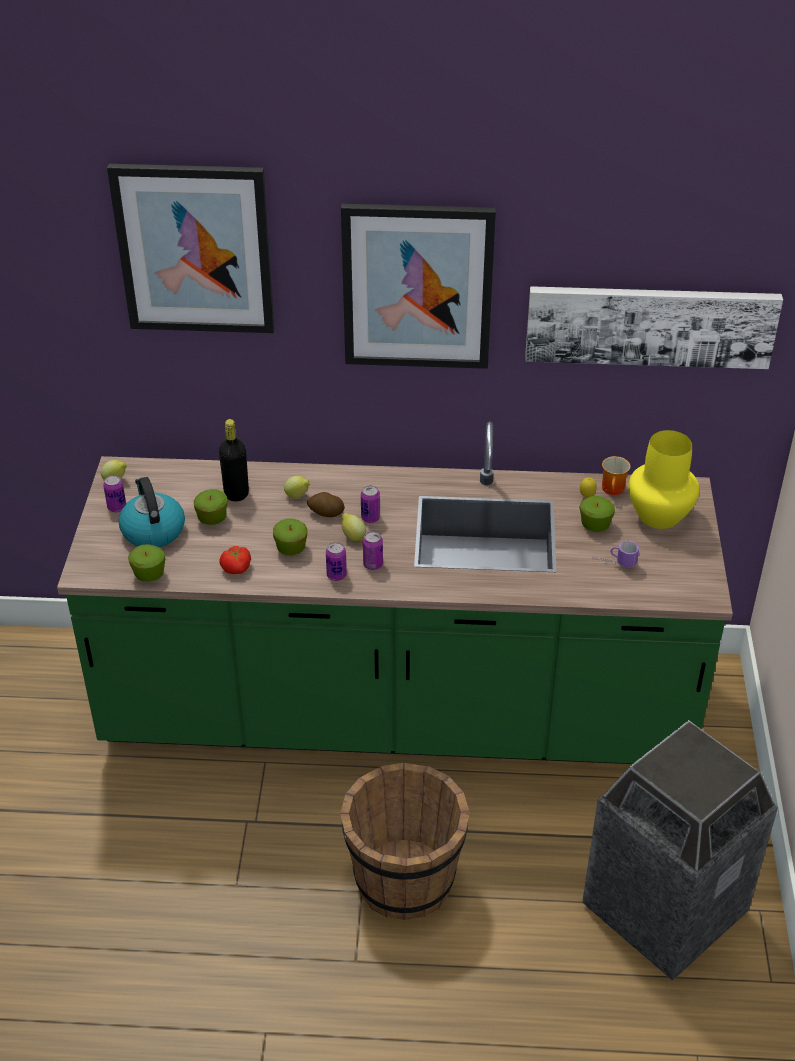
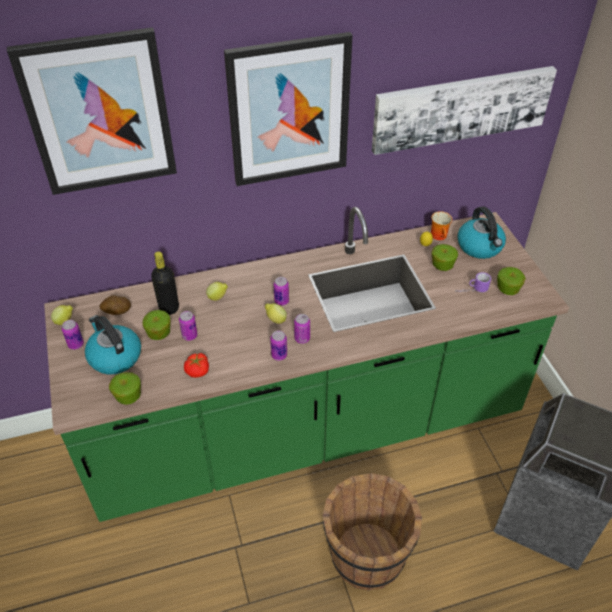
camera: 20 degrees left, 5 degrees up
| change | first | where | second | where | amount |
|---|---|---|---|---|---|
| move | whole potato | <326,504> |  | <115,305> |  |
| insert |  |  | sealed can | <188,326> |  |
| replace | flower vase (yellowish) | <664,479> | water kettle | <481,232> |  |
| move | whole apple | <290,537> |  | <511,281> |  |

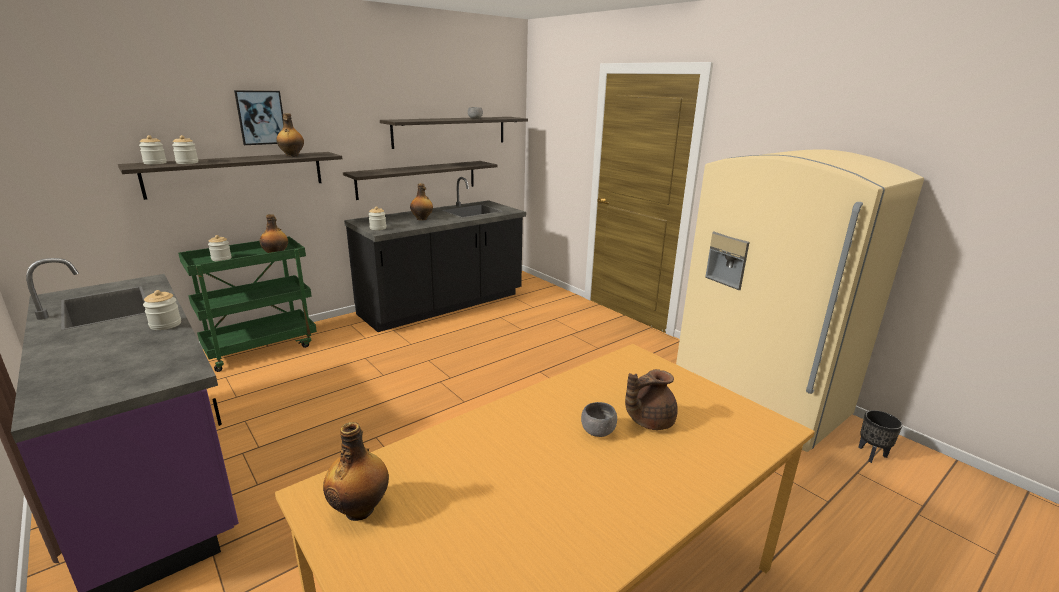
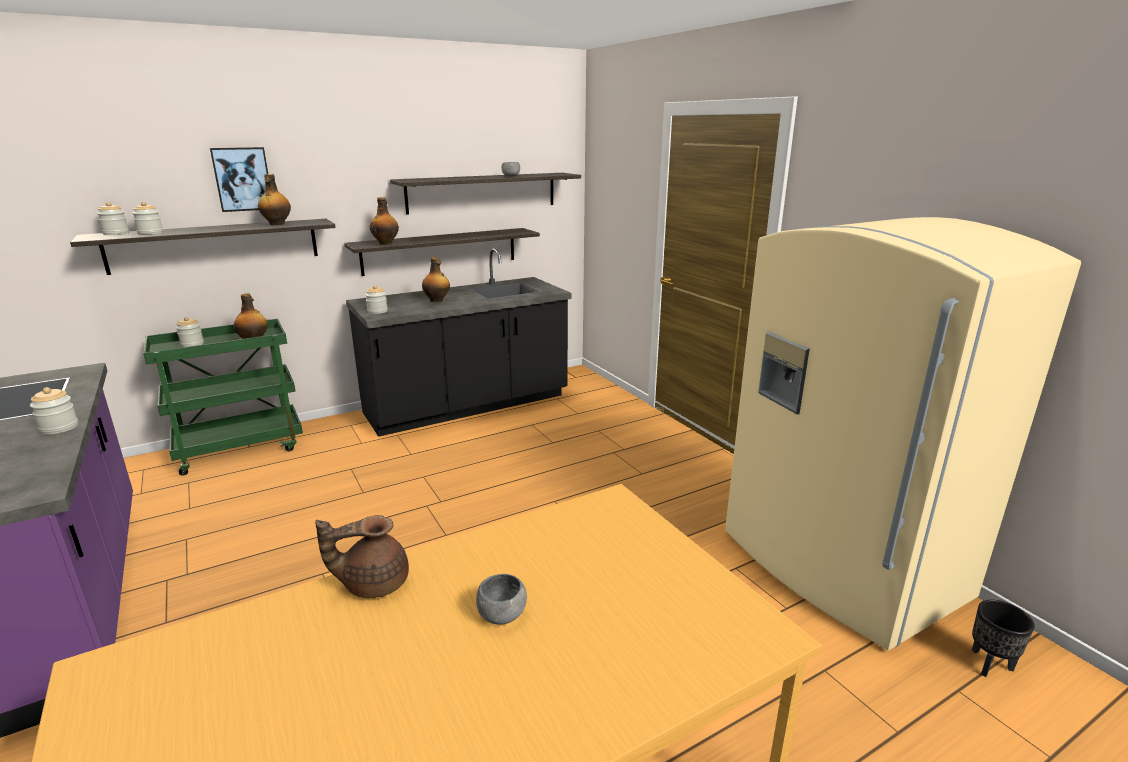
camera: 10 degrees right, 0 degrees up
| change | first | where | second | where | amount |
|---|---|---|---|---|---|
| move | pot for tea (brownish) | <651,399> |  | <362,556> |  |
| move | drink bottle | <356,471> |  | <384,221> |  |

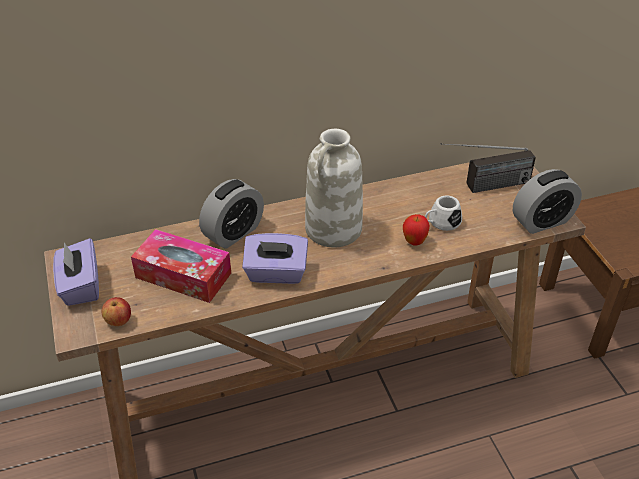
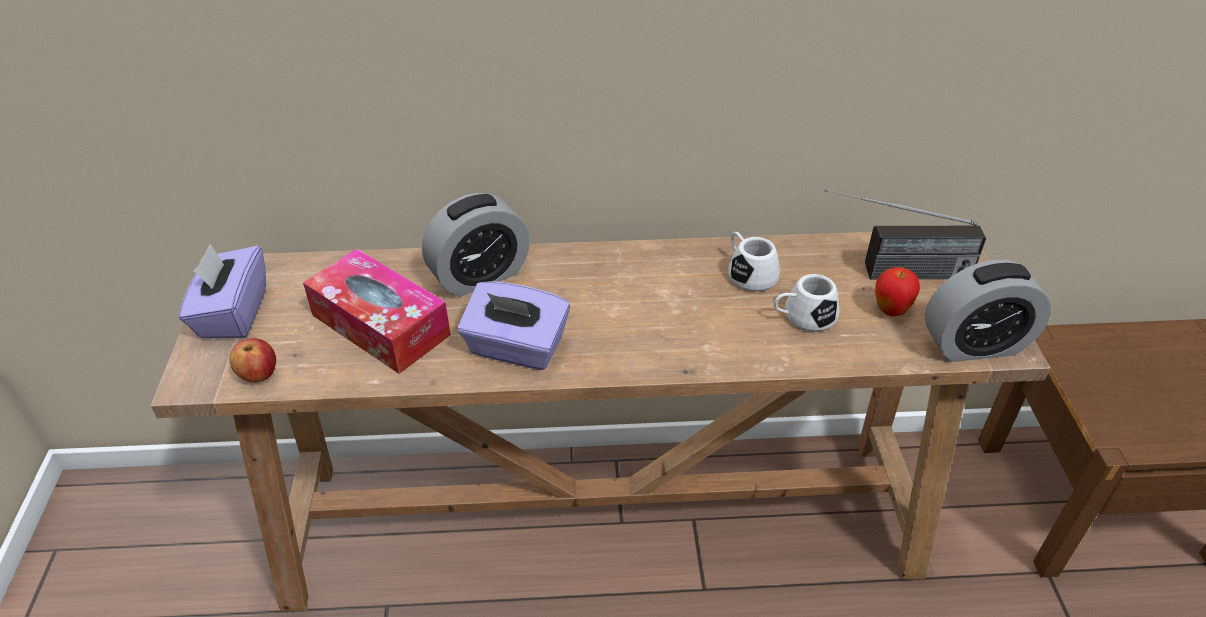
camera: 15 degrees right, 0 degrees up
| change | first | where | second | where | amount |
|---|---|---|---|---|---|
| insert |  |  | mug (white) | <754,262> |  |
| move | whole apple | <416,230> |  | <897,291> |  |
| delete | flower vase (white) | <334,188> |  |  |  |

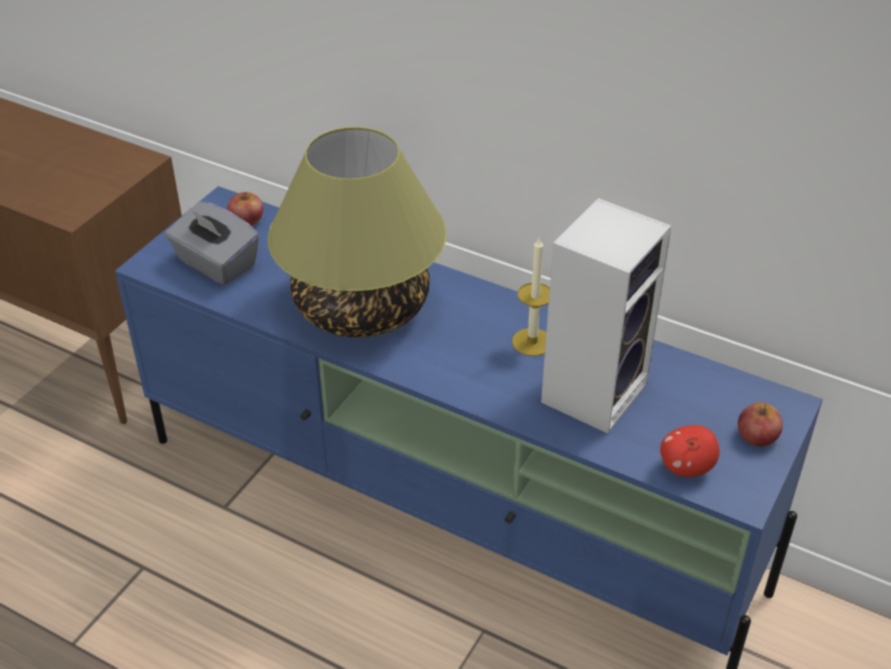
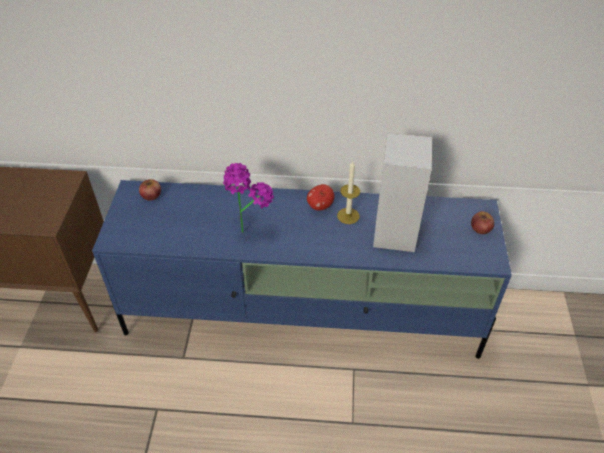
camera: 25 degrees left, 5 degrees up
| change | first | where | second | where | amount |
|---|---|---|---|---|---|
| replace | tabletop lamp | <357,232> | plant in a pot | <248,198> |  |
| move | whole apple | <690,451> |  | <320,197> |  |
| delete | tissue holder (greyish) | <212,243> |  |  |  |

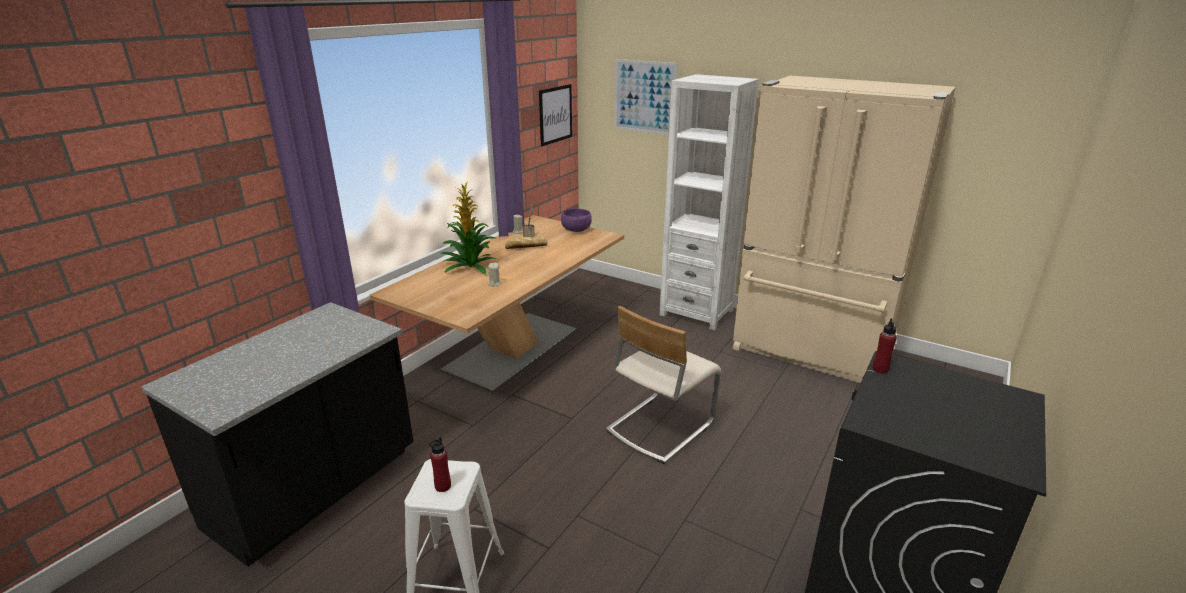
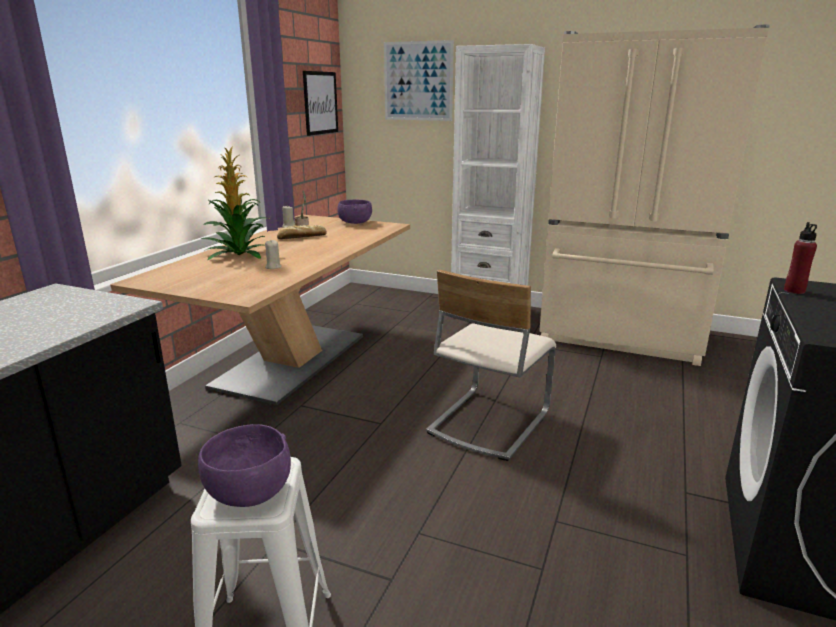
camera: 10 degrees left, 5 degrees down
| change | first | where | second | where | amount |
|---|---|---|---|---|---|
| replace | drink bottle (red) | <440,464> | bowl (purplish) | <244,465> |  |

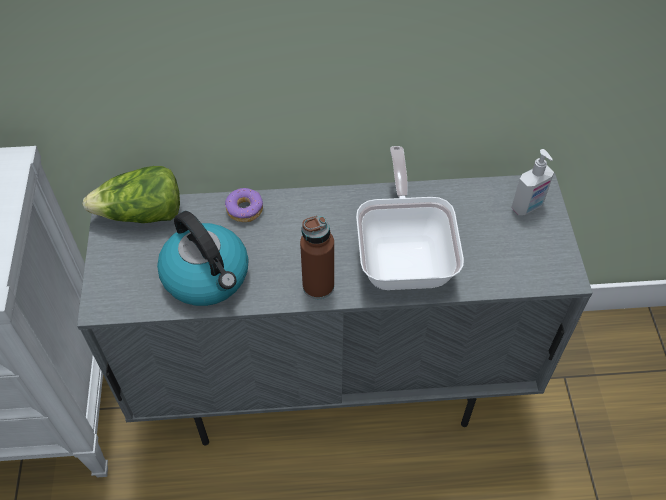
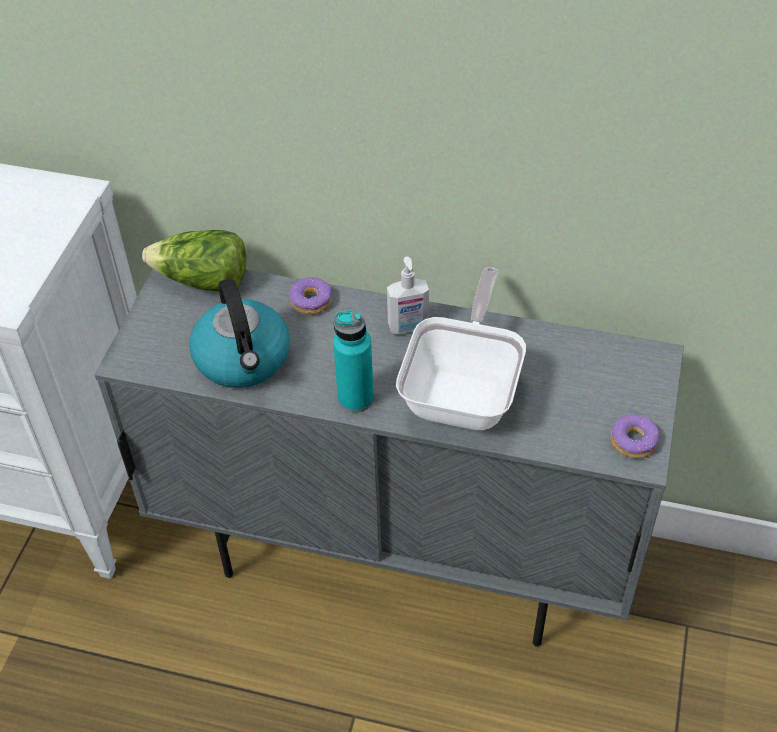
camera: 20 degrees right, 5 degrees down
| change | first | where | second | where | amount |
|---|---|---|---|---|---|
| recolor | drink bottle (brownish) | <317,257> | drink bottle (turquoise) | <353,361> |  |
| move | liquid soap bottle | <532,182> |  | <408,295> |  |
| insert |  |  | donut | <635,436> |  |

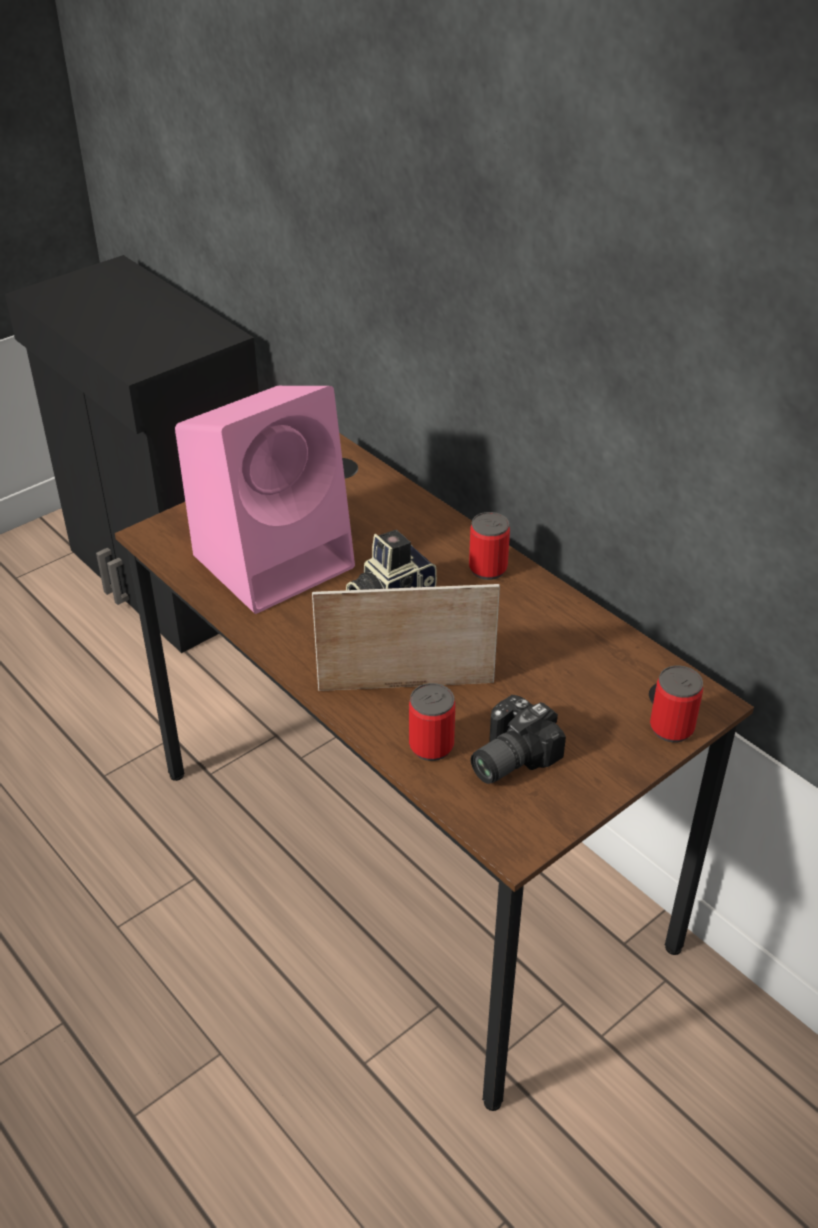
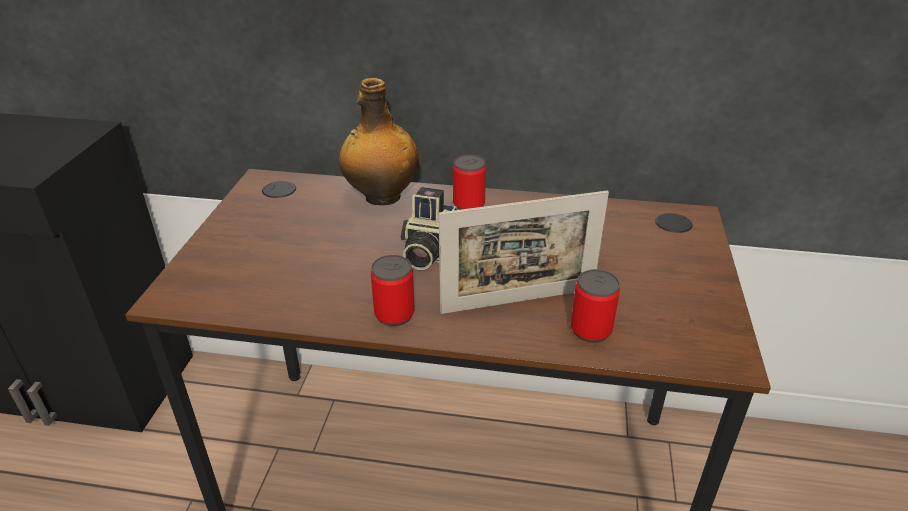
camera: 40 degrees left, 5 degrees down
| change | first | where | second | where | amount |
|---|---|---|---|---|---|
| insert |  |  | drink bottle | <379,142> |  |
| move | sealed can | <676,704> |  | <393,290> |  |
| rotate | standing frame | <406,637> |  | <524,252> | 150 degrees counterclockwise |
| delete | audio speaker (pink-coloured) | <265,500> |  |  |  |
| delete | still camera | <518,739> |  |  |  |

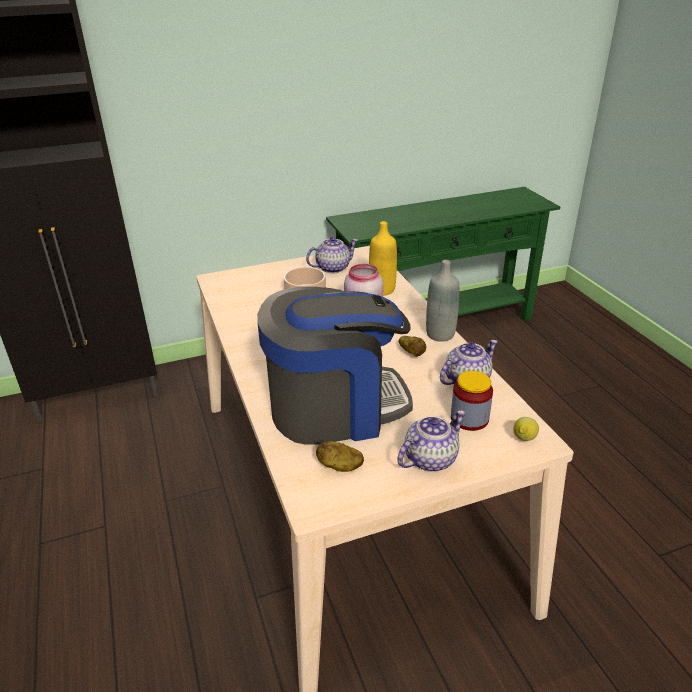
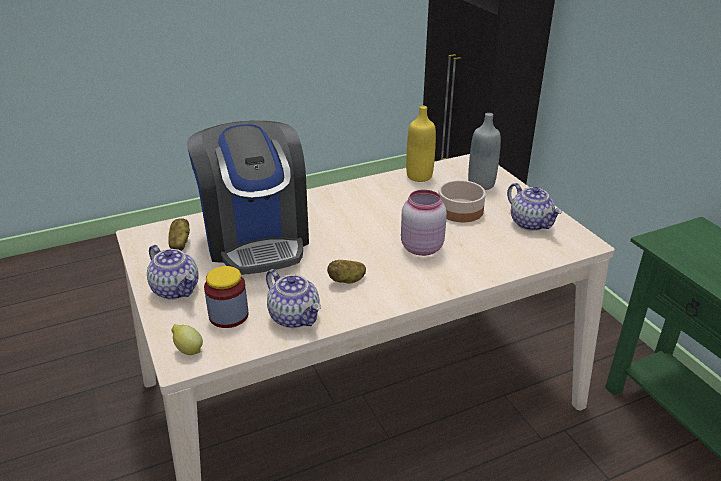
camera: 85 degrees right, 0 degrees up
| change | first | where | second | where | amount |
|---|---|---|---|---|---|
| move | drink bottle (yellowish) | <383,258> |  | <421,144> |  |
| move | drink bottle (greyish) | <443,301> |  | <484,151> |  |

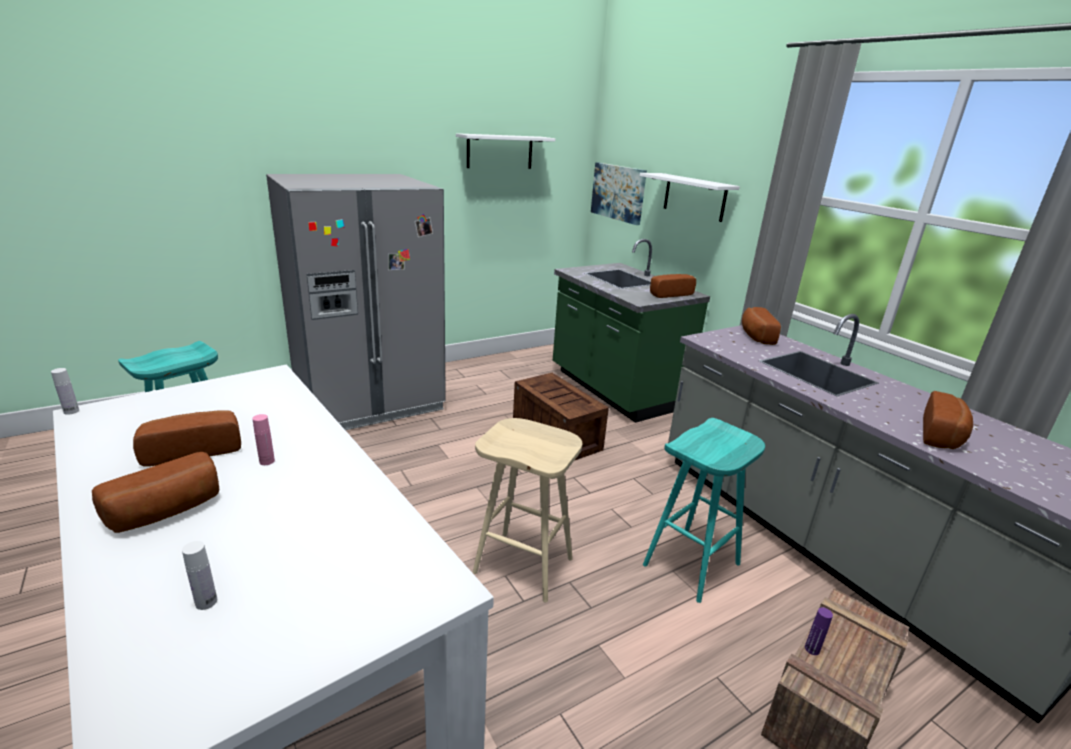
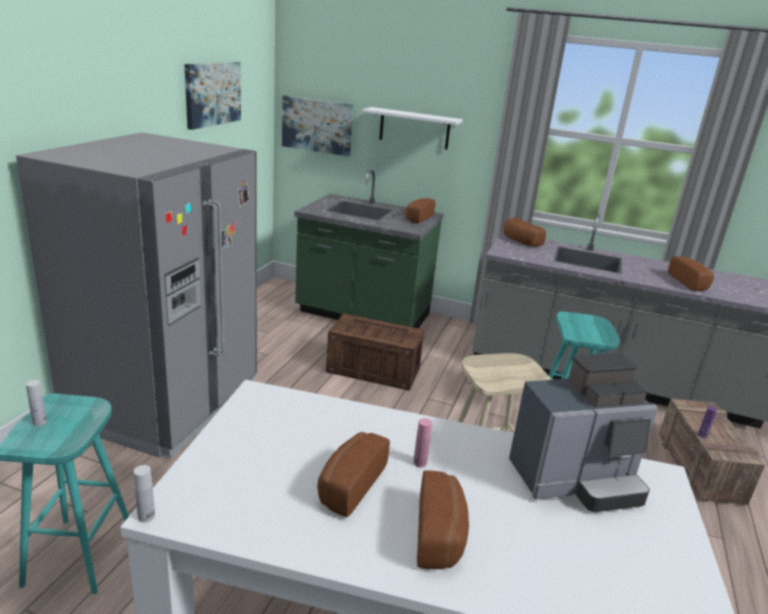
camera: 40 degrees left, 0 degrees up
| change | first | where | second | where | amount |
|---|---|---|---|---|---|
| move | drink bottle (white) | <199,575> |  | <36,403> |  |
| replace | wall shelf (white) | <505,151> | wall art | <212,96> |  |
| insert |  |  | coffee brewer | <583,432> |  |

